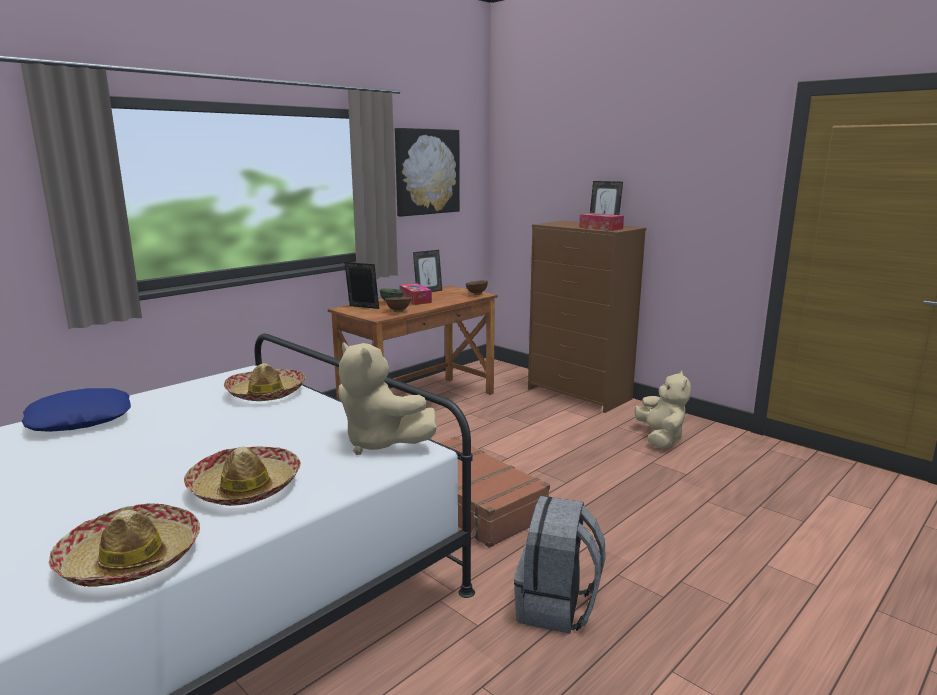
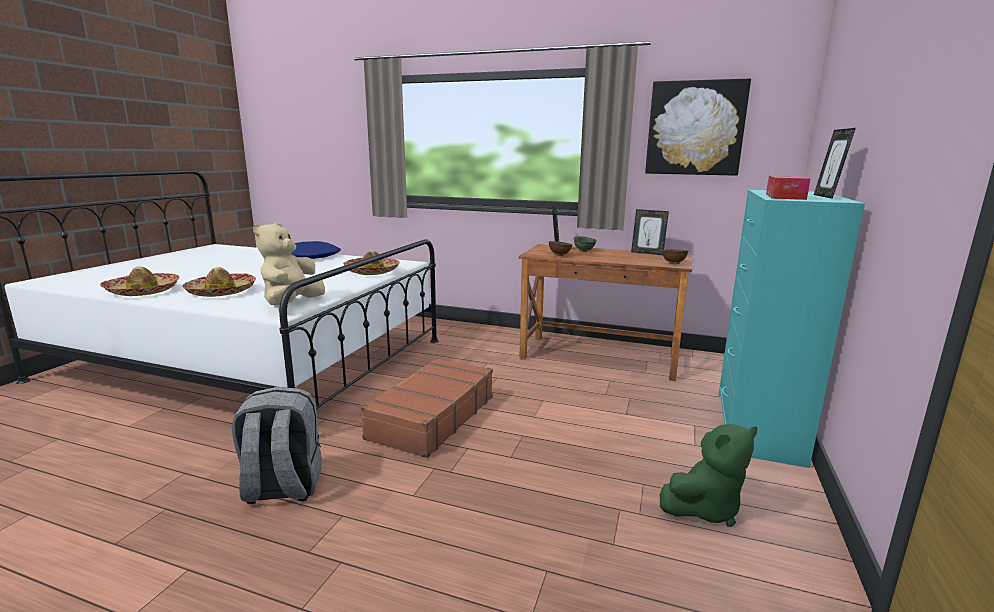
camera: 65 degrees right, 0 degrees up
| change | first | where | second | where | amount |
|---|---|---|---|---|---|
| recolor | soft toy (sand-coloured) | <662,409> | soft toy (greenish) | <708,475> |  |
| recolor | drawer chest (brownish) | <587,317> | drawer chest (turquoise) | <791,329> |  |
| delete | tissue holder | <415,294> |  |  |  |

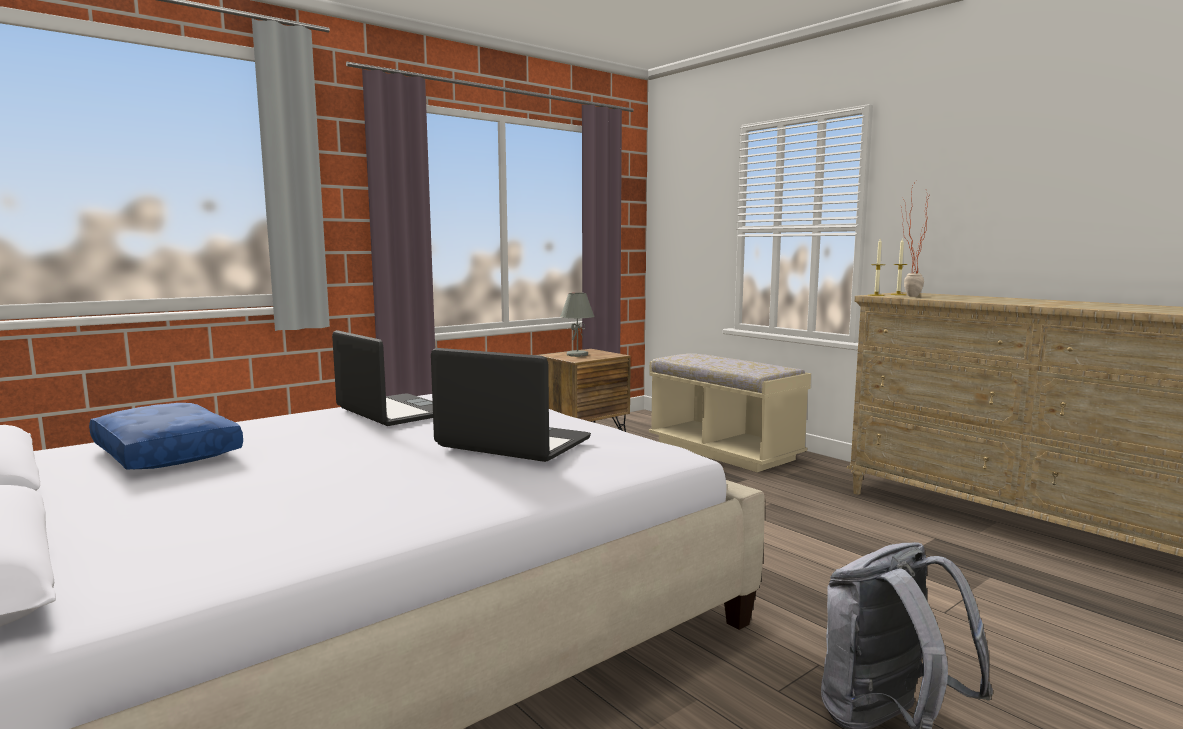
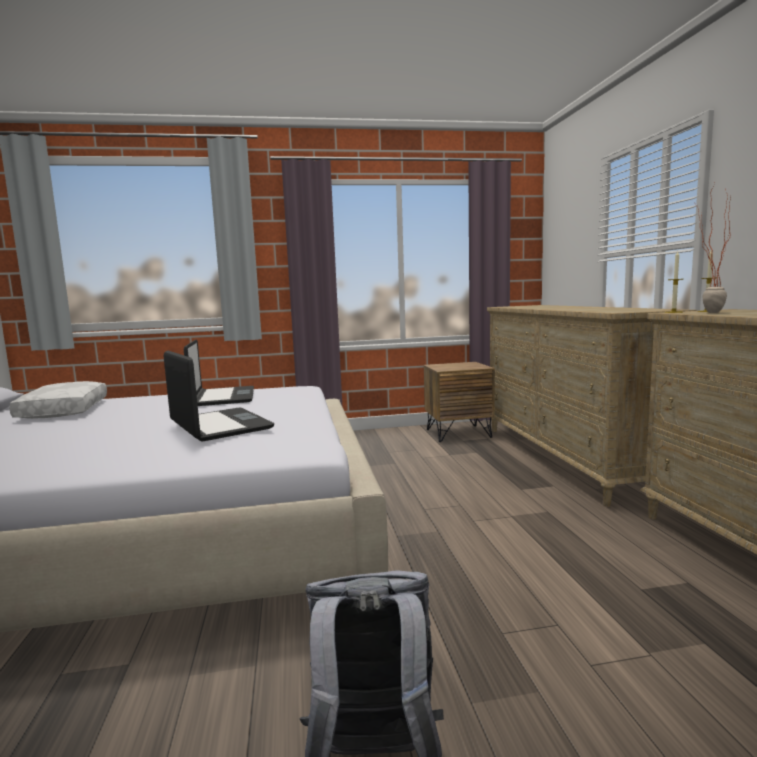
camera: 30 degrees right, 0 degrees up
| change | first | where | second | where | amount |
|---|---|---|---|---|---|
| recolor | pillow (blue-coloured) | <166,436> | pillow (white) | <58,400> |  |
| replace | bench (sand-coloured) | <730,413> | drawer chest (sand-coloured) | <592,406> |  |
| delete | tabletop lamp (greyish) | <577,325> |  |  |  |

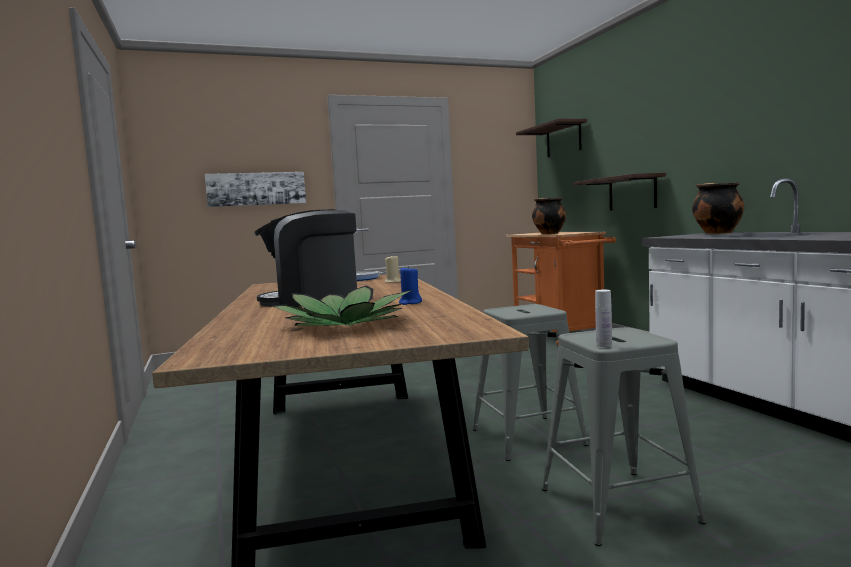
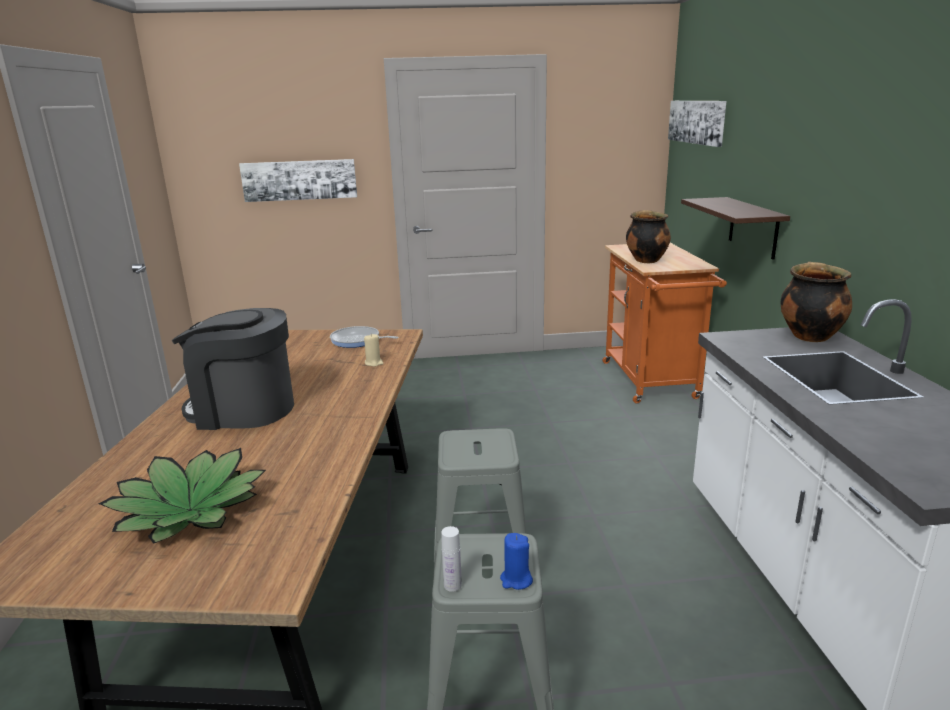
camera: 15 degrees right, 15 degrees up
| change | first | where | second | where | amount |
|---|---|---|---|---|---|
| move | candle (blue-coloured) | <410,285> |  | <516,561> |  |
| replace | wall shelf | <551,137> | wall art | <697,124> |  |

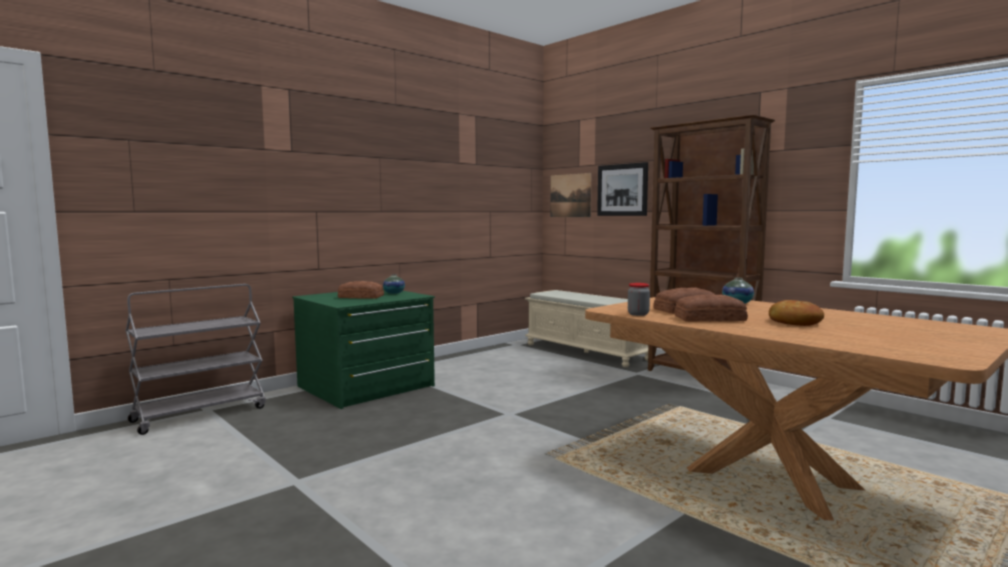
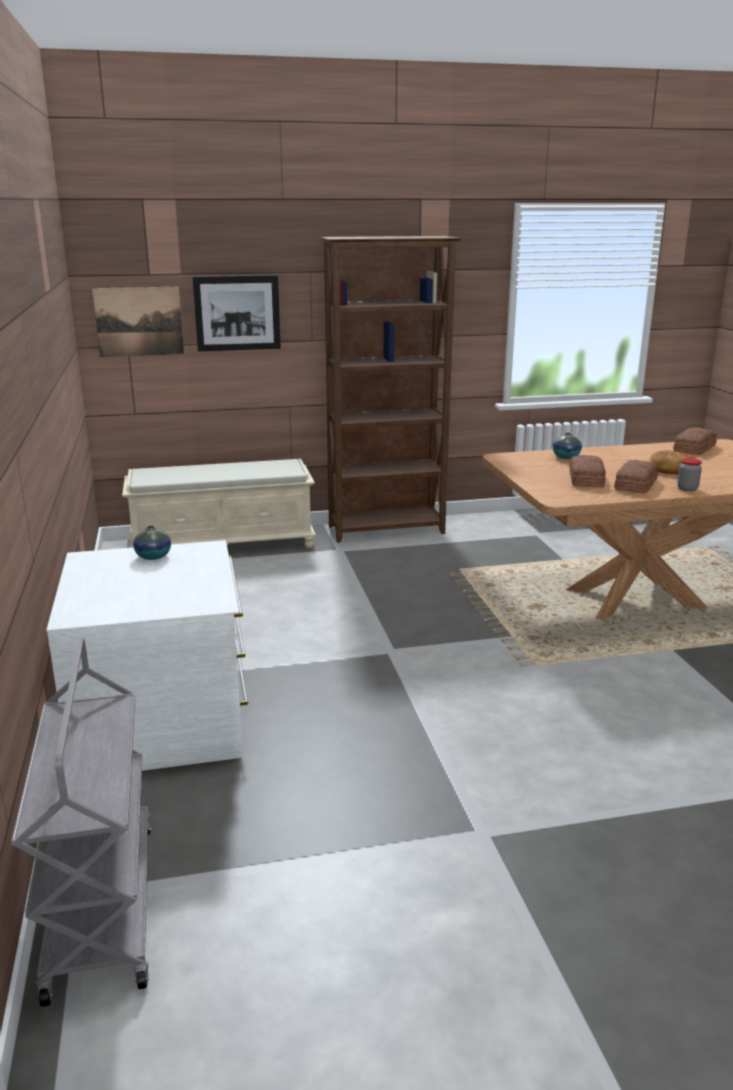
camera: 60 degrees left, 15 degrees up
| change | first | where | second | where | amount |
|---|---|---|---|---|---|
| recolor | drawer chest (greenish) | <363,348> | drawer chest (white) | <147,655> |  |
| move | bakery bread | <361,290> |  | <695,441> |  |
| move | jar | <639,299> |  | <689,474> |  |

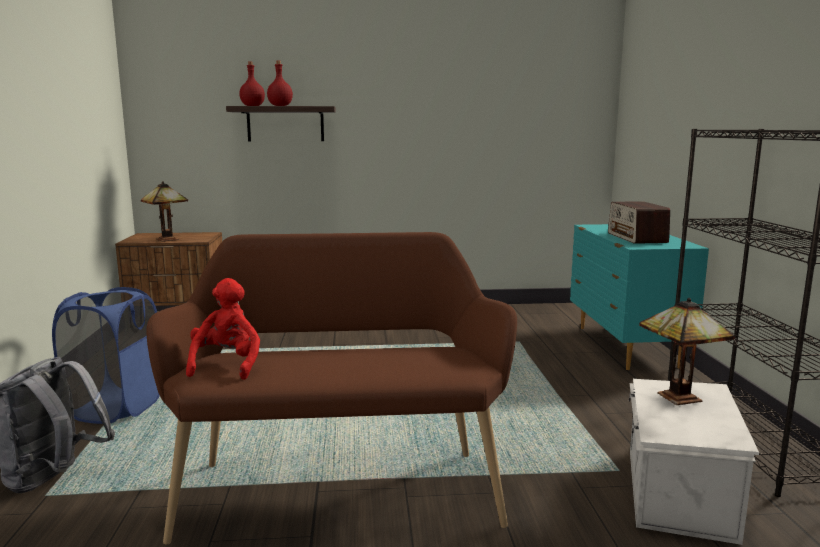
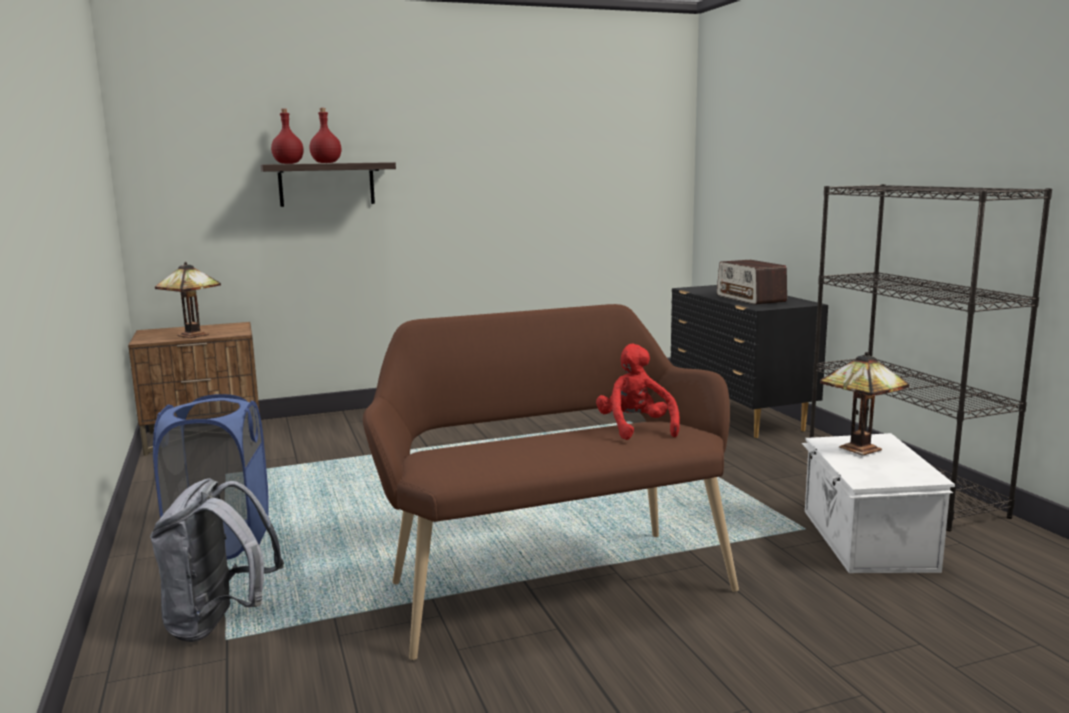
camera: 15 degrees left, 0 degrees up
| change | first | where | second | where | amount |
|---|---|---|---|---|---|
| move | soft toy (red) | <223,329> |  | <638,392> |  |
| recolor | drawer chest (turquoise) | <639,297> | drawer chest (black-coloured) | <749,361> |  |

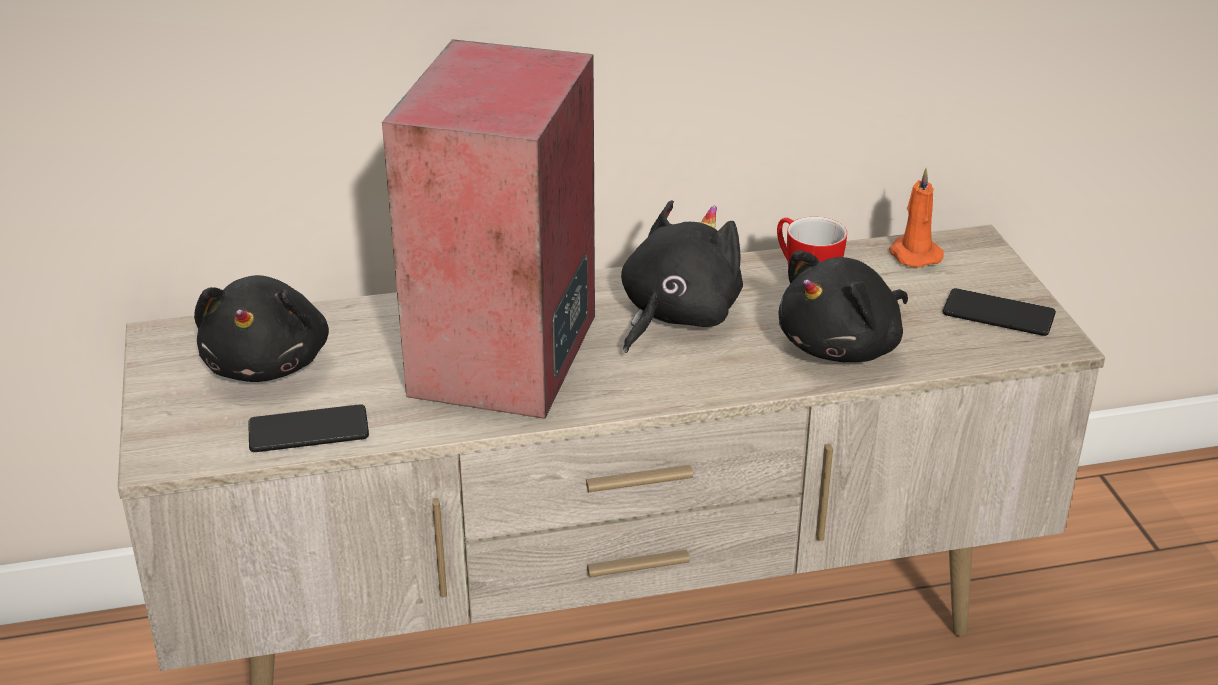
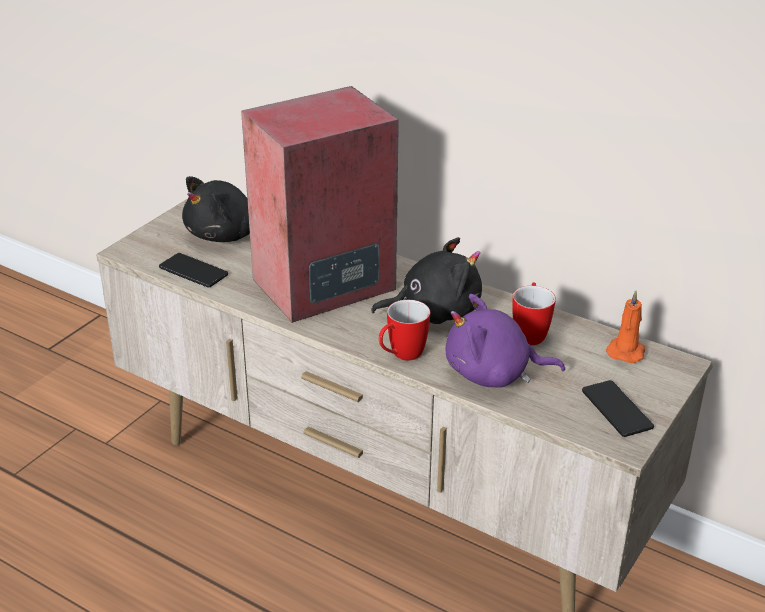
camera: 45 degrees right, 0 degrees up
| change | first | where | second | where | amount |
|---|---|---|---|---|---|
| insert |  |  | mug | <404,330> |  |
| recolor | soft toy (black-coloured) | <843,306> | soft toy (purplish) | <505,341> |  |

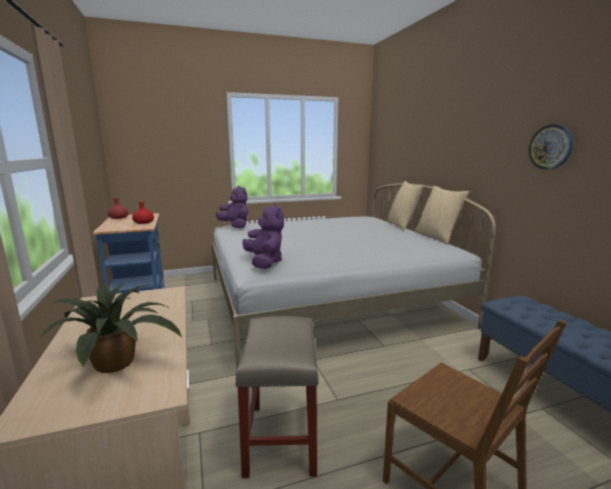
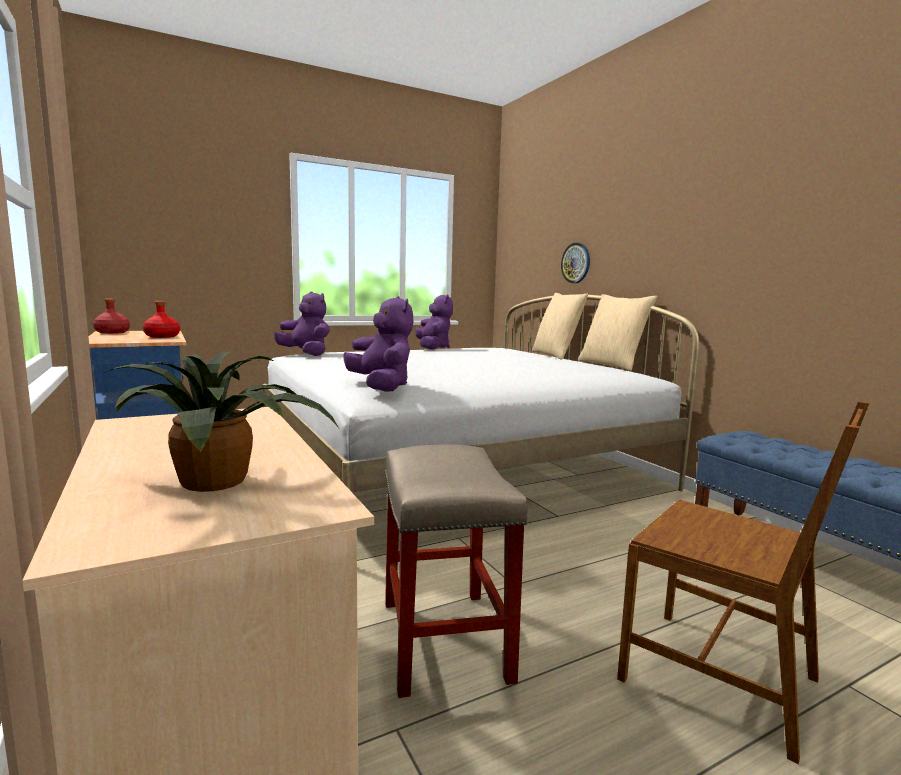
camera: 10 degrees left, 5 degrees down
| change | first | where | second | where | amount |
|---|---|---|---|---|---|
| insert |  |  | soft toy (purplish) | <434,322> |  |
| move | clock on the wall | <551,147> |  | <575,263> |  |

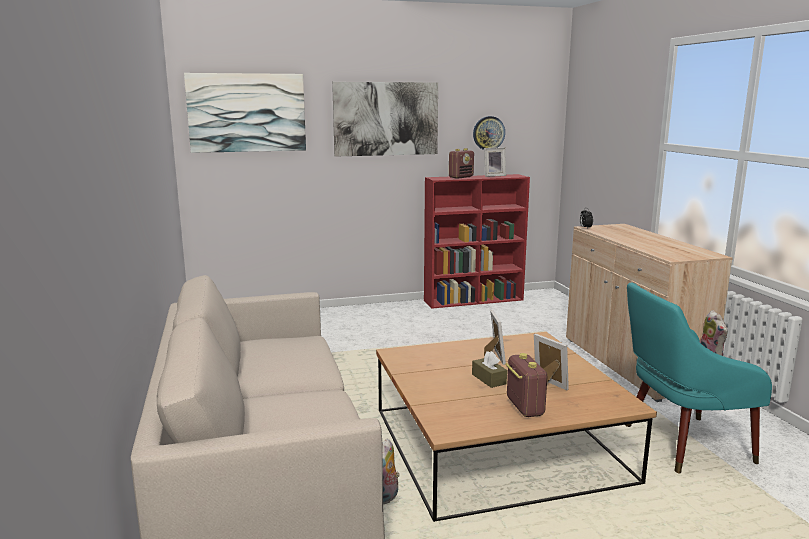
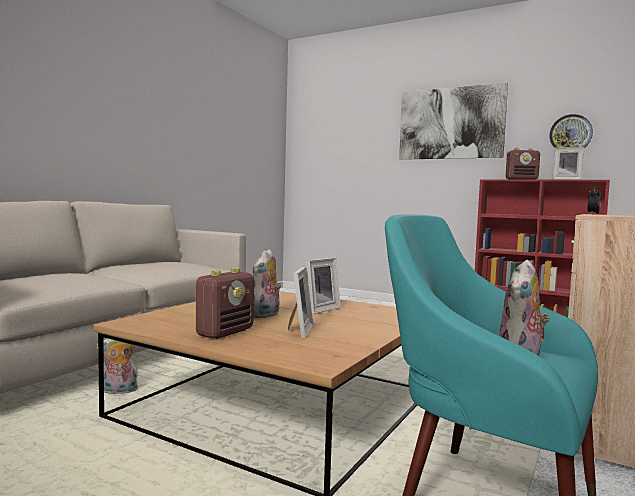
camera: 45 degrees right, 10 degrees down
| change | first | where | second | where | amount |
|---|---|---|---|---|---|
| replace | tissue holder (brownish) | <489,369> | soft toy | <267,283> |  |
| delete | wall art | <245,113> |  |  |  |

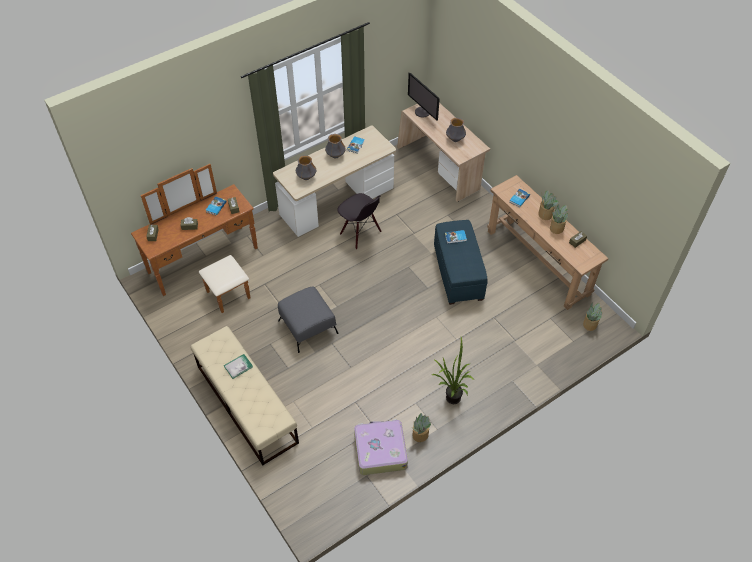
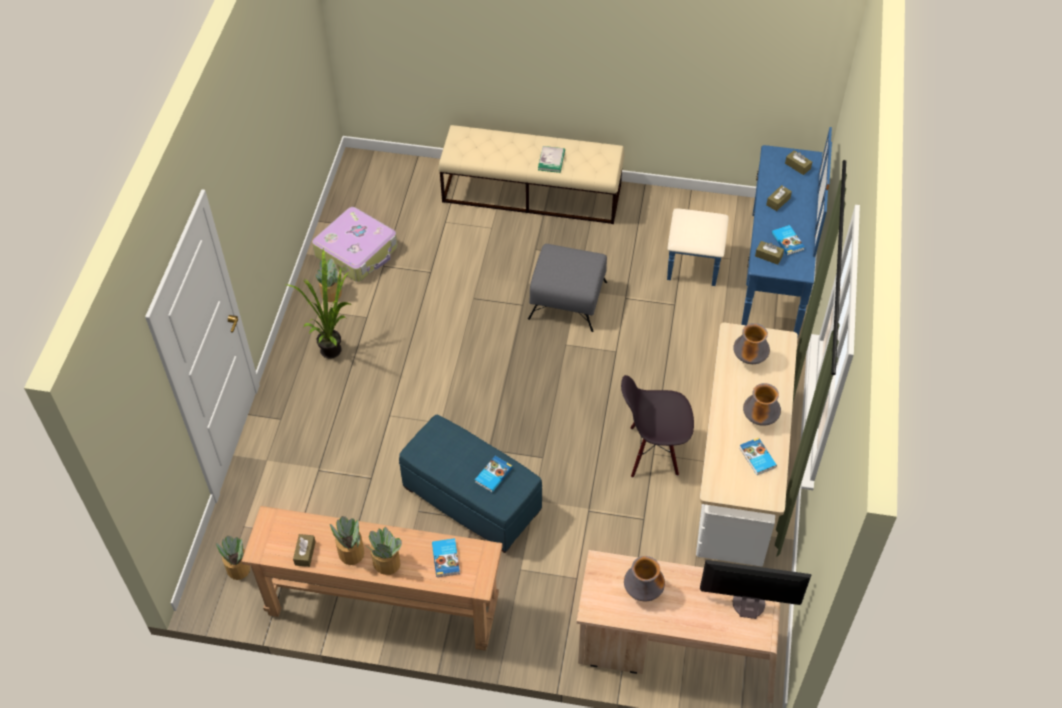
camera: 135 degrees right, 0 degrees up
| change | first | where | second | where | amount |
|---|---|---|---|---|---|
| recolor | drawer chest (brownish) | <194,238> | drawer chest (blue-coloured) | <749,233> |  |

